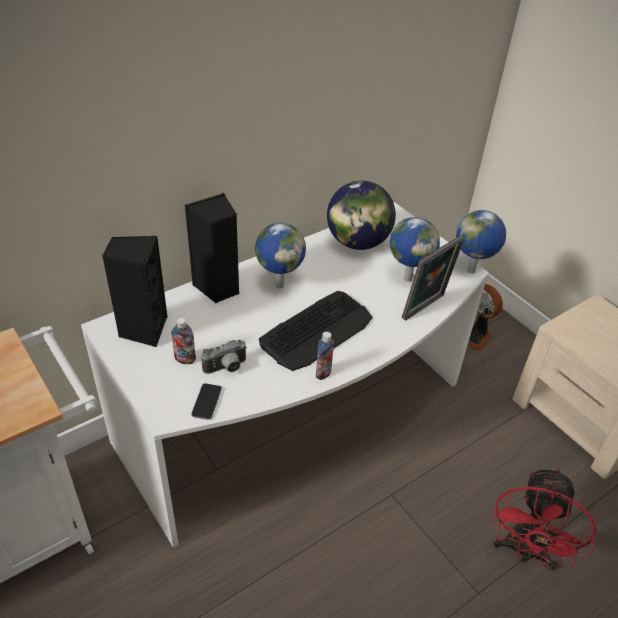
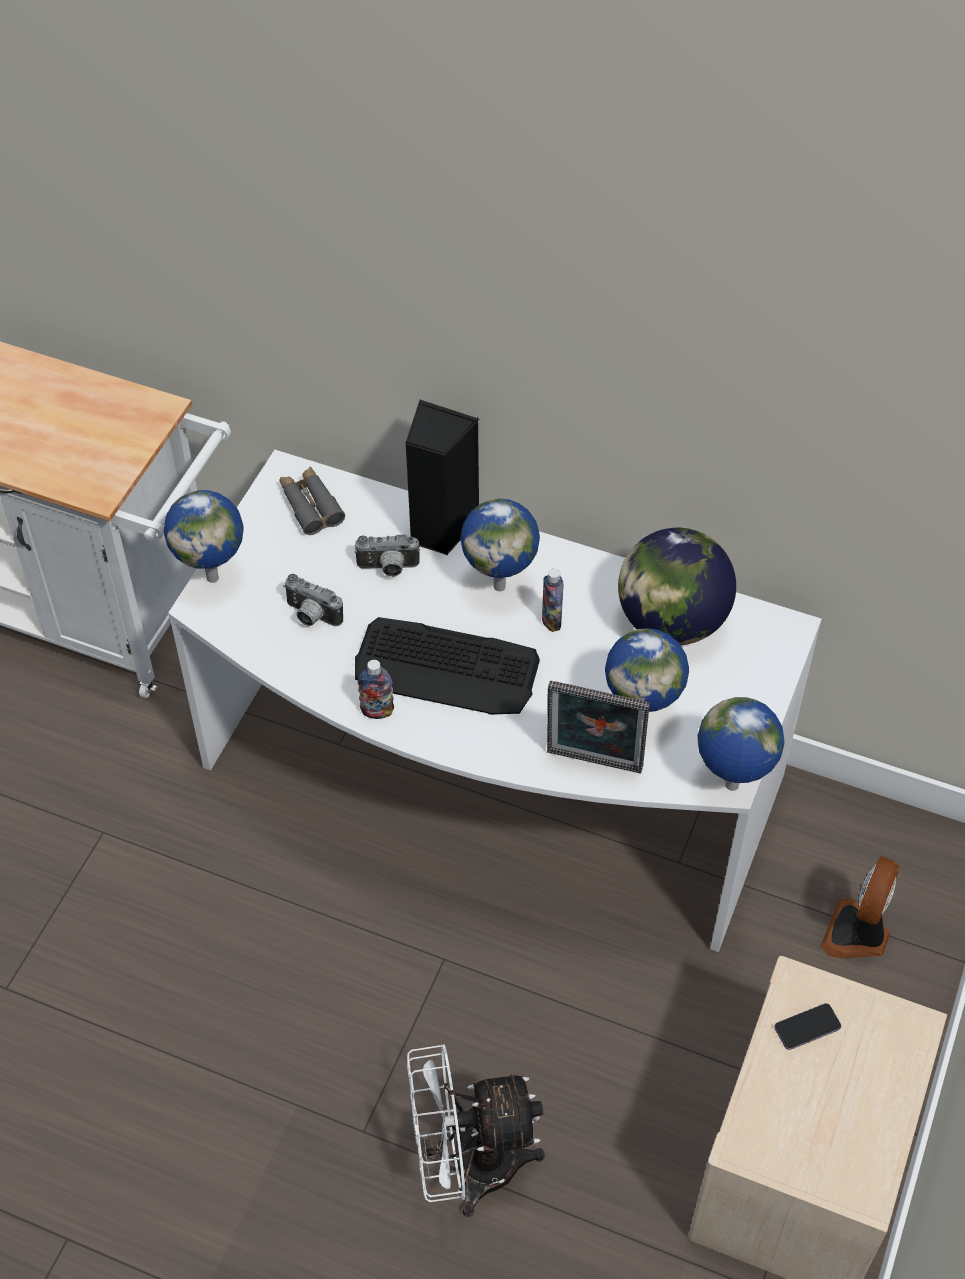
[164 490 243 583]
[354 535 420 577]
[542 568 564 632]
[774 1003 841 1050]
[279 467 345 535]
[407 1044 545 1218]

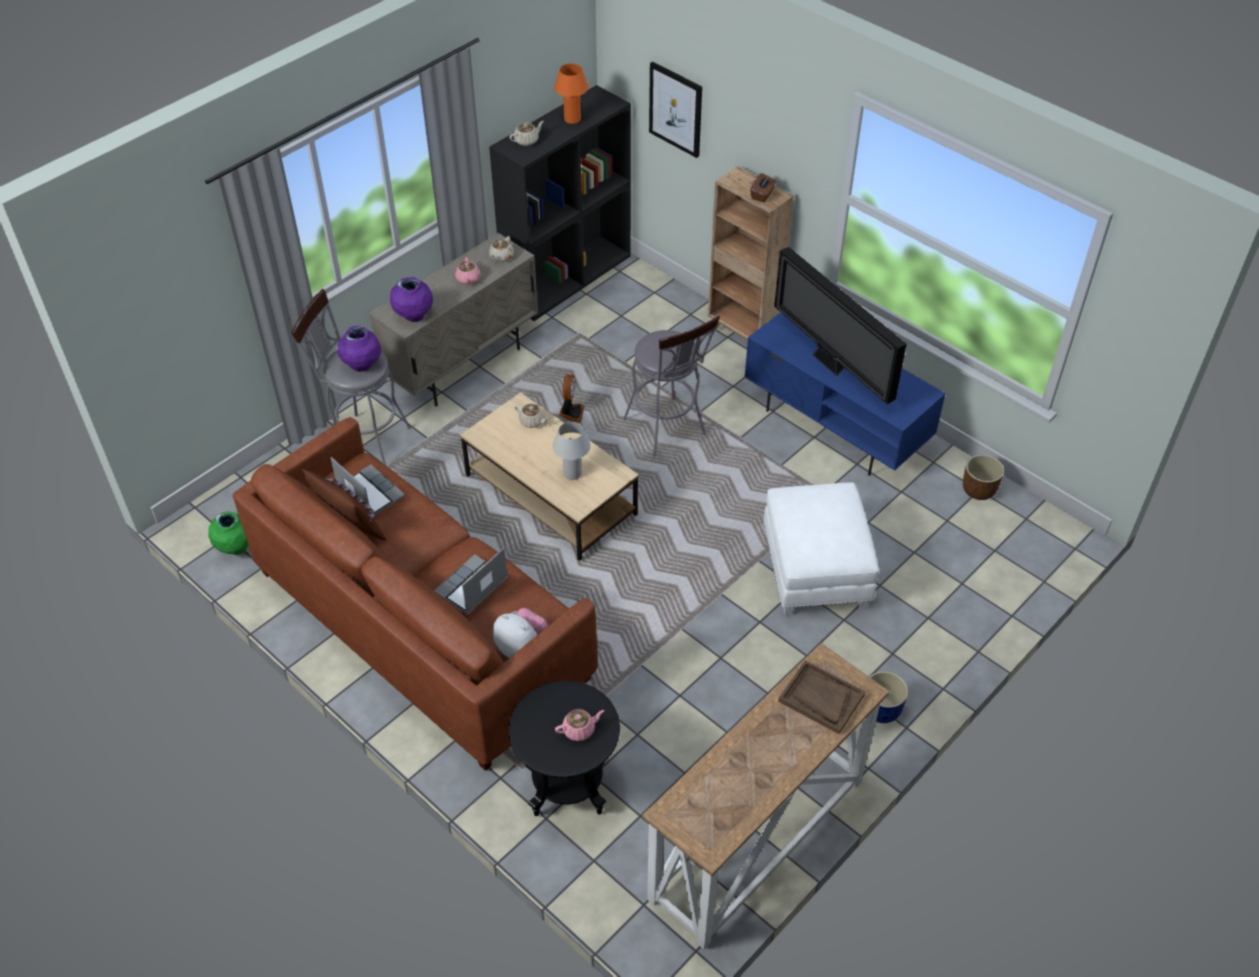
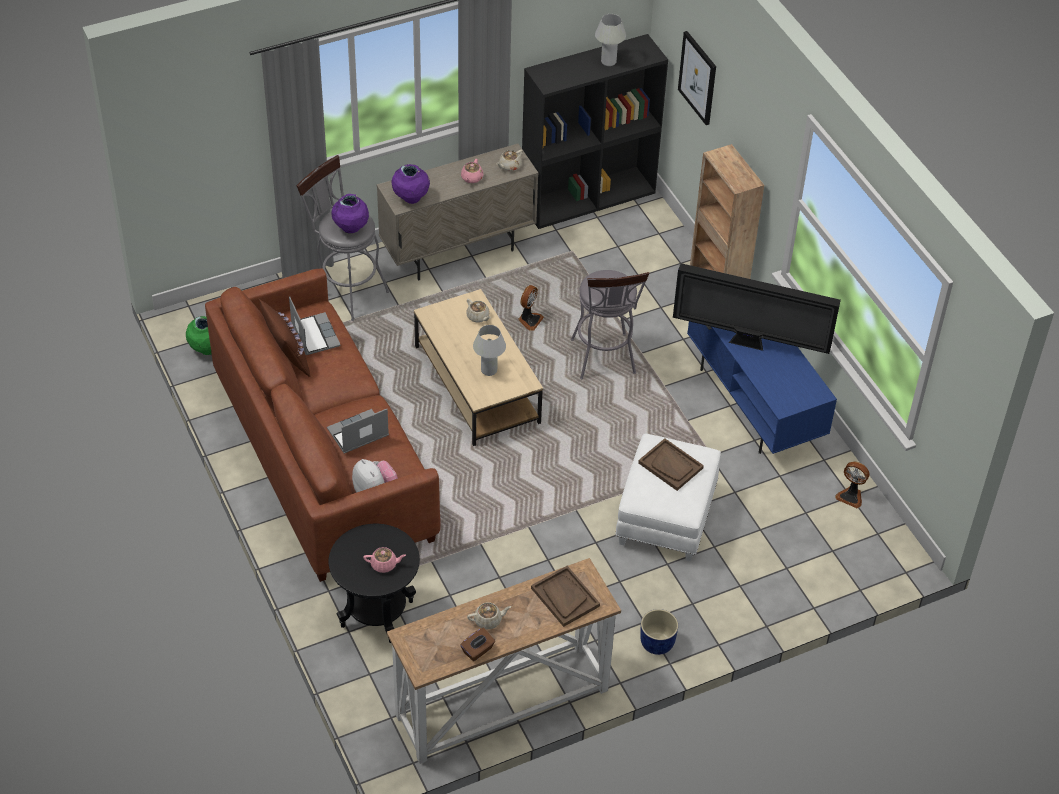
[638 438 704 491]
[467 603 511 629]
[460 628 495 661]
[835 461 869 508]
[595 14 626 66]
[673 263 841 354]

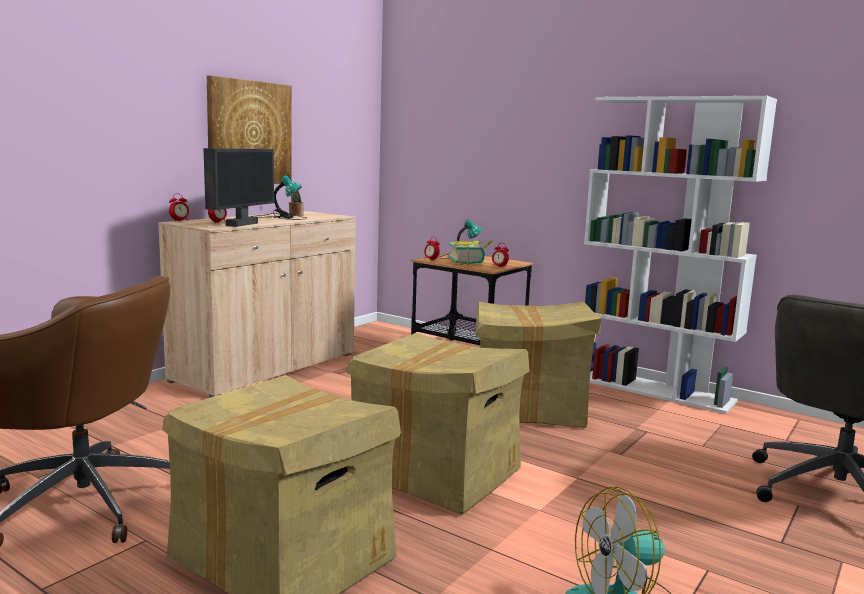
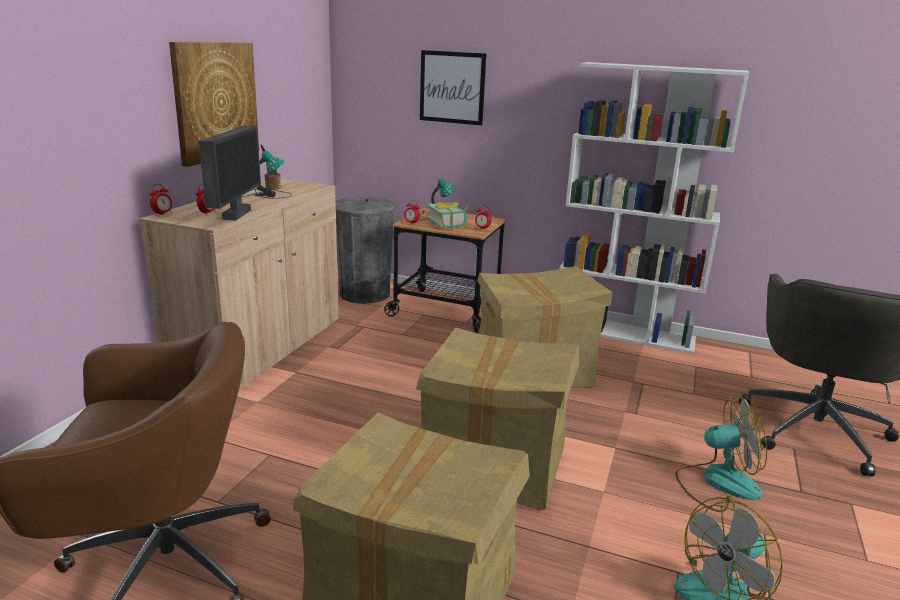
[334 196 395 304]
[420 50 486 126]
[675 395 767 512]

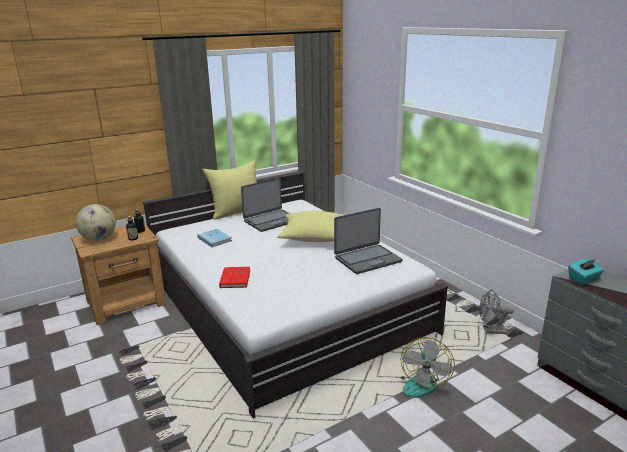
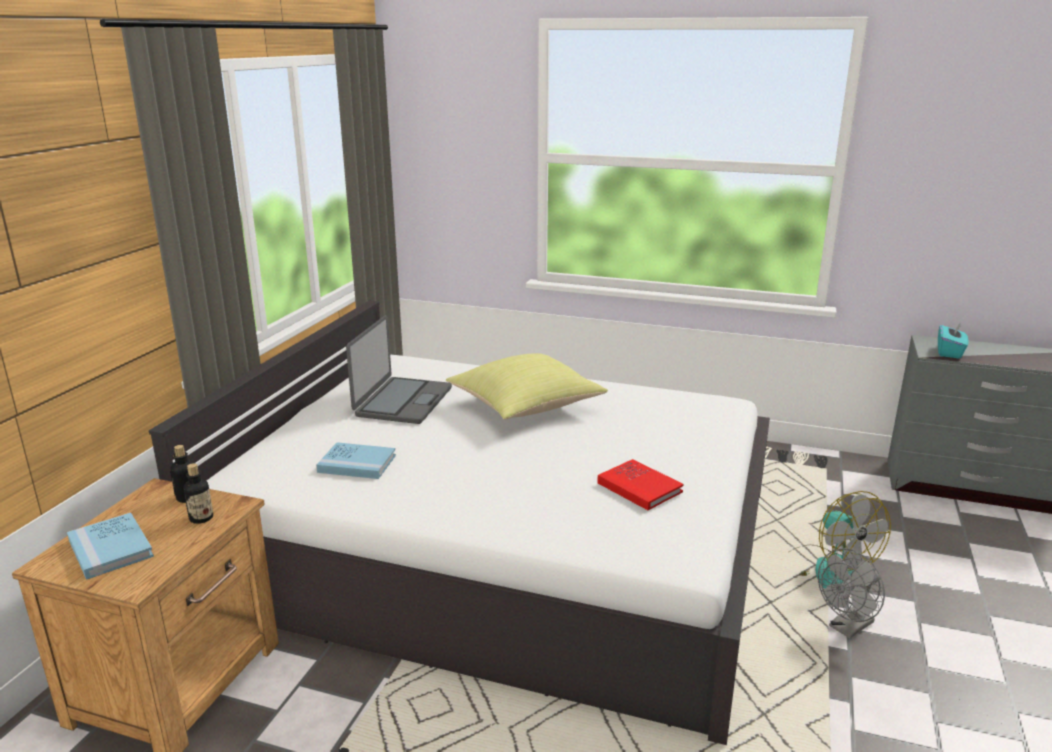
[202 160 257 220] (first image)
[334 208 402 274] (first image)
[597 459 683 510]
[818 548 885 638]
[67 513 154 580]

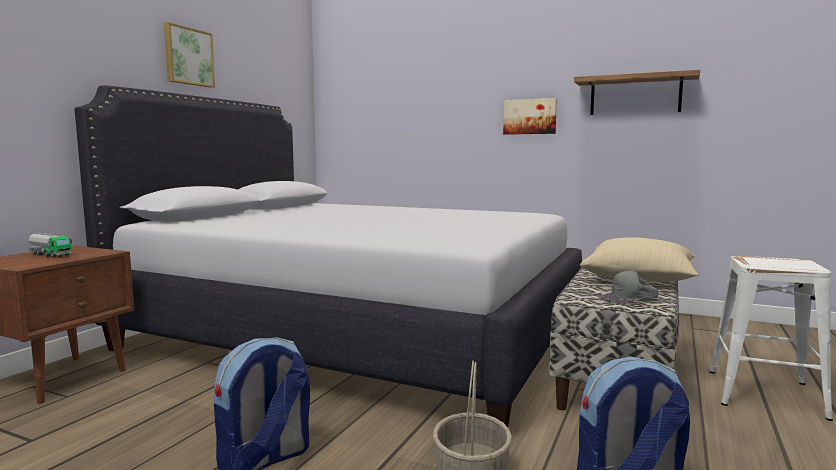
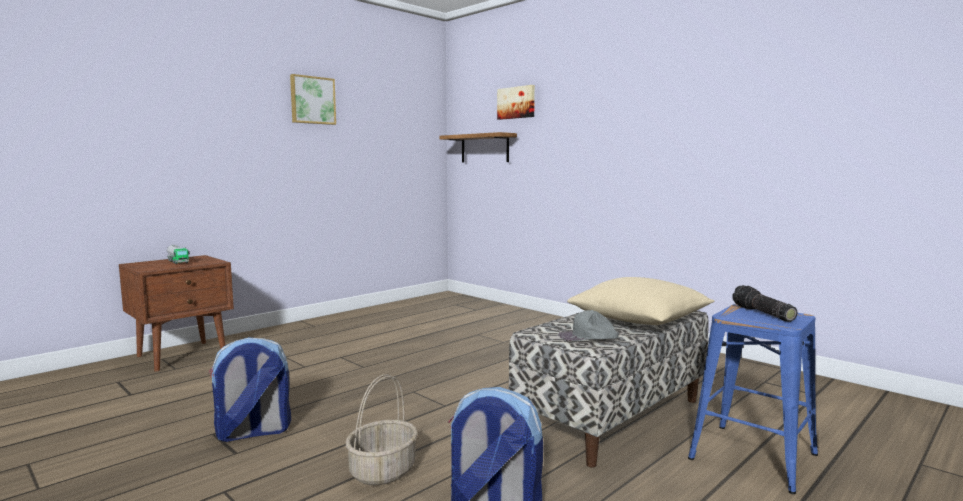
[74 85 582 427] (first image)
[732 285 797 322]
[497 85 535 120]
[439 132 517 163]
[688 304 818 494]

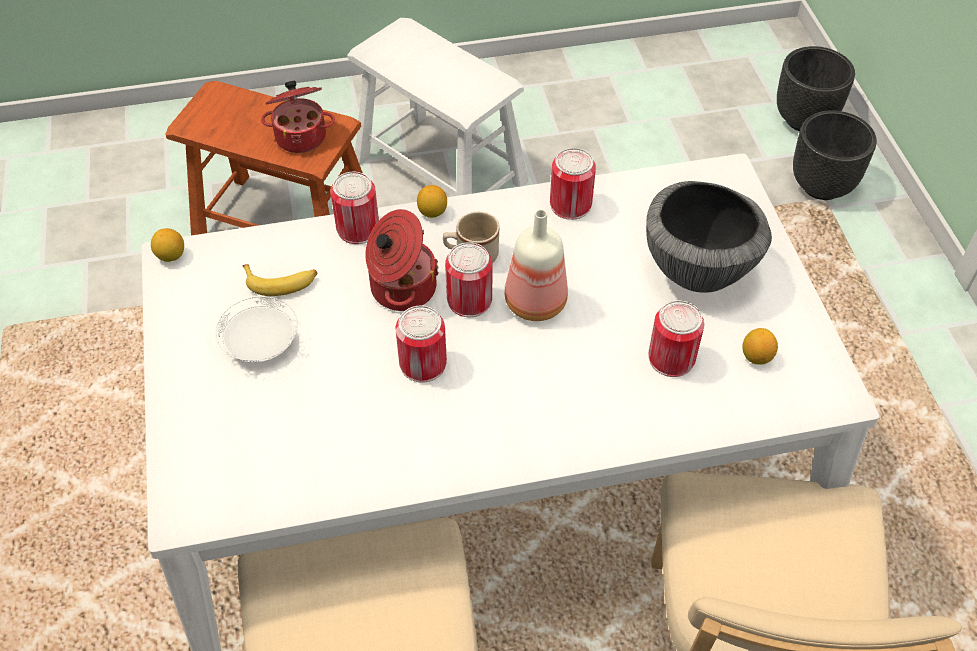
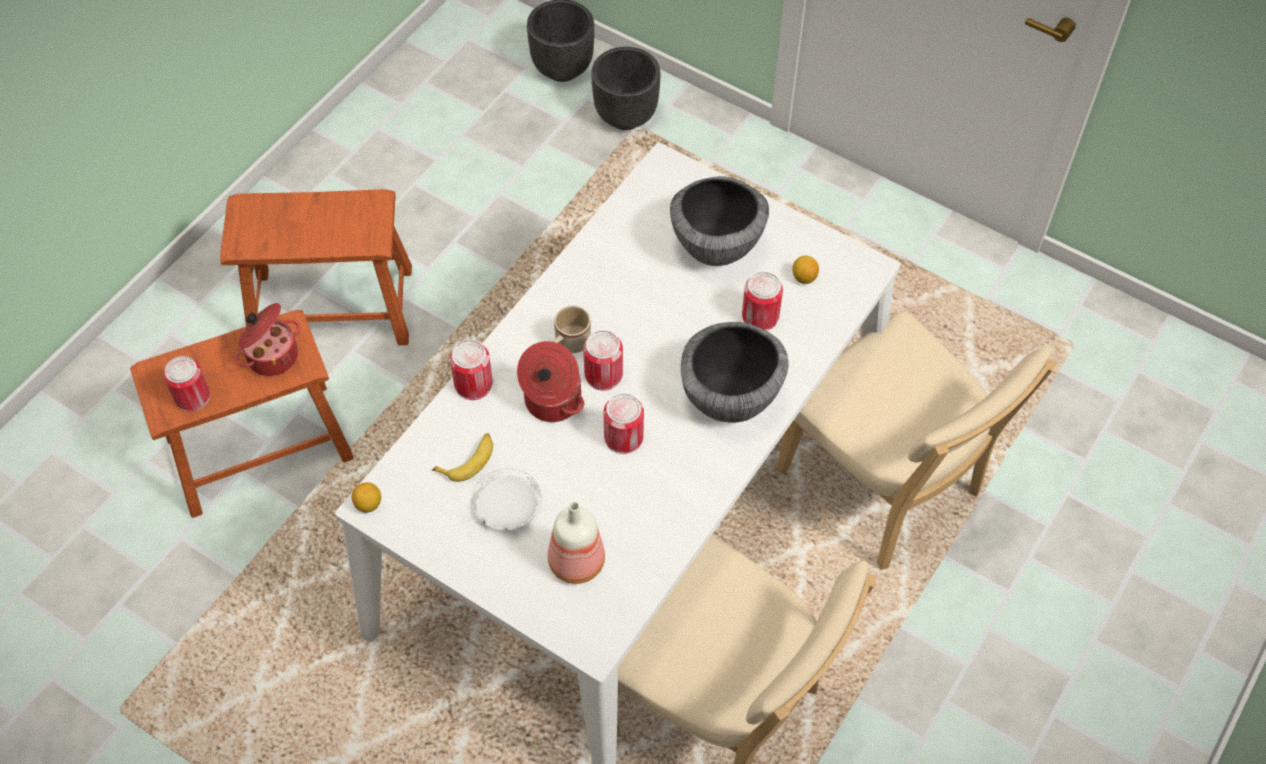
[417 185 447 218] (first image)
[681 322 789 423]
[548 501 605 584]
[163 356 210 412]
[220 189 412 345]

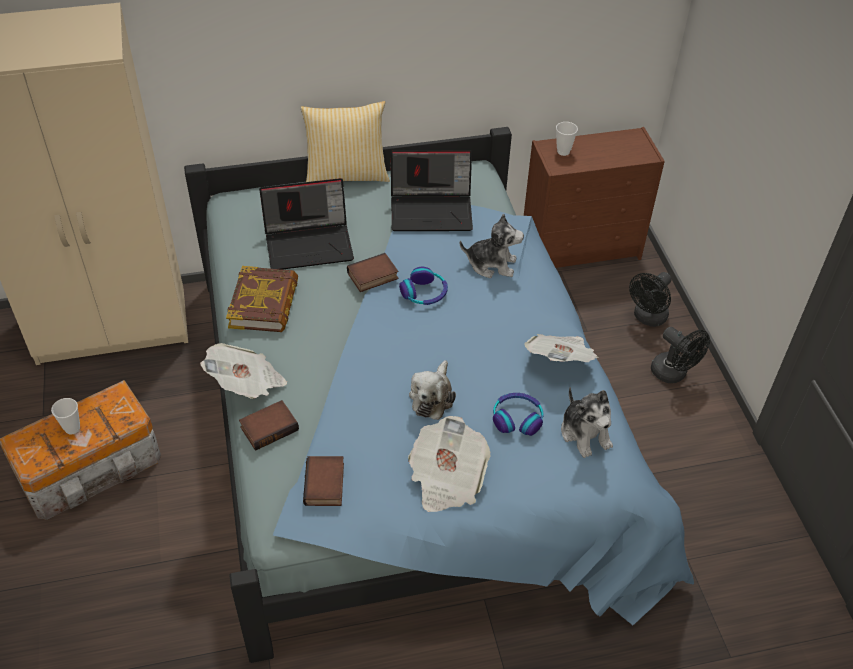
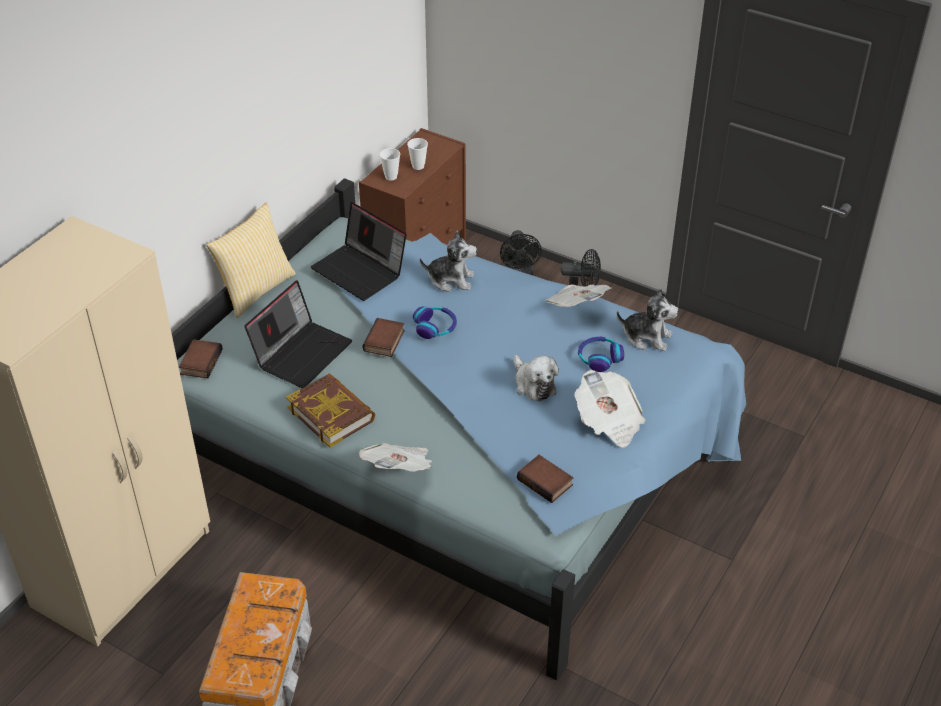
[407 138 428 170]
[179 339 223 378]
[311 202 407 301]
[420 230 477 292]

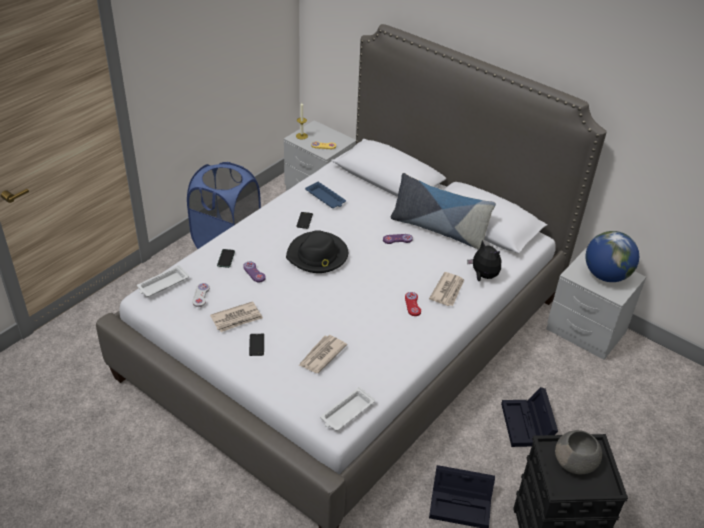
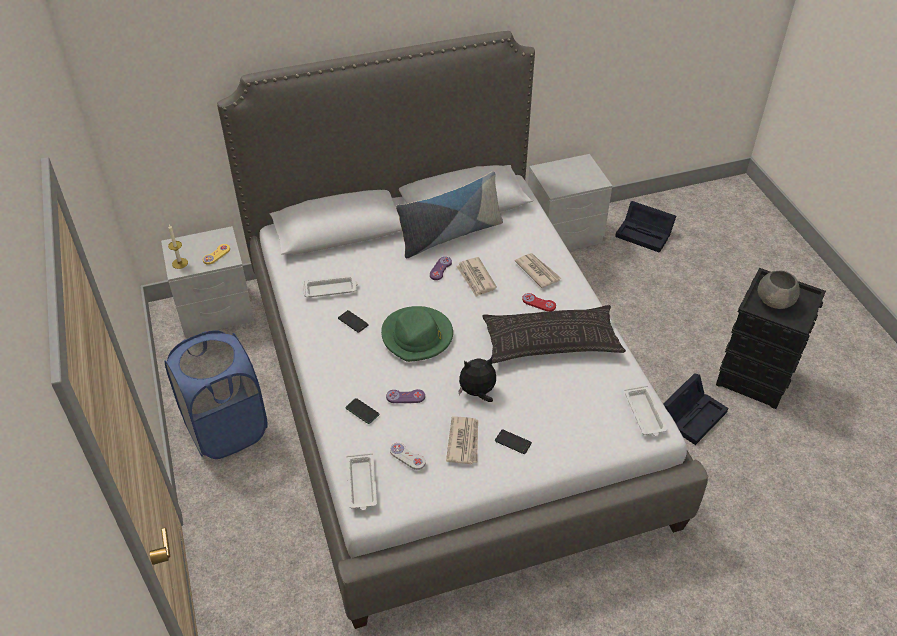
[586 231 639 282] (first image)
[483 305 626 363]
[456 257 497 297]
[458 357 496 402]
[615 201 676 253]
[381 306 453 362]
[303 275 358 297]

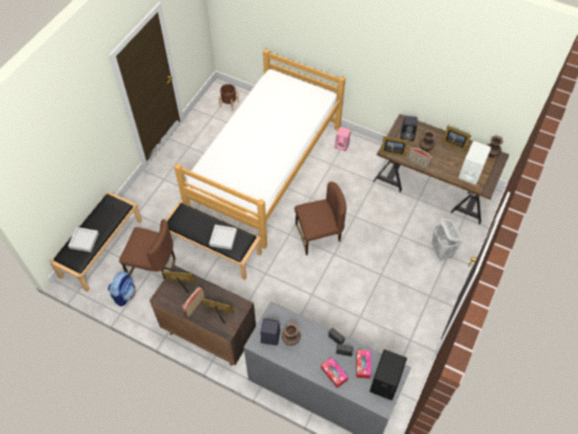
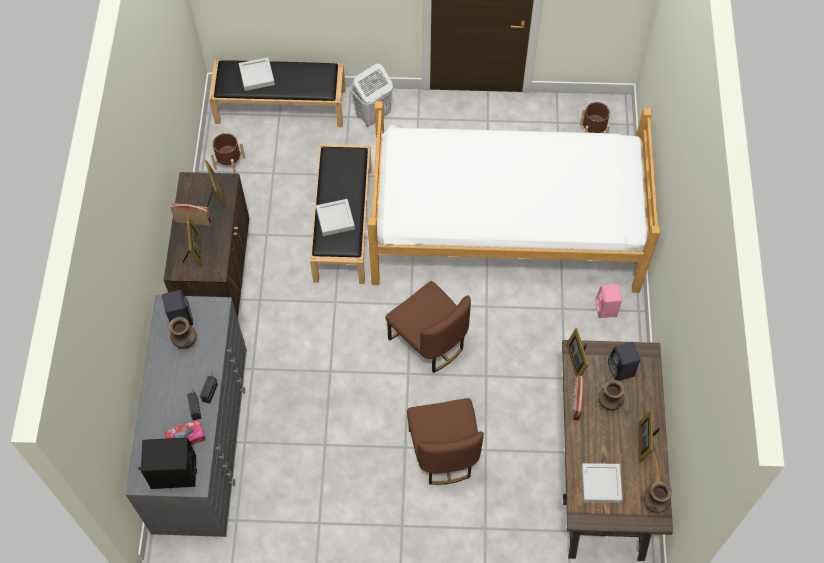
[321 357 348 388] (first image)
[407 398 484 485]
[350 64 393 127]
[210 133 245 174]
[581 463 623 503]

